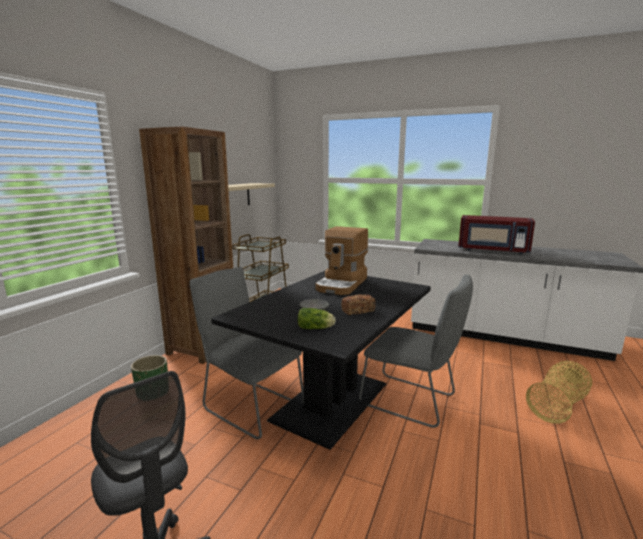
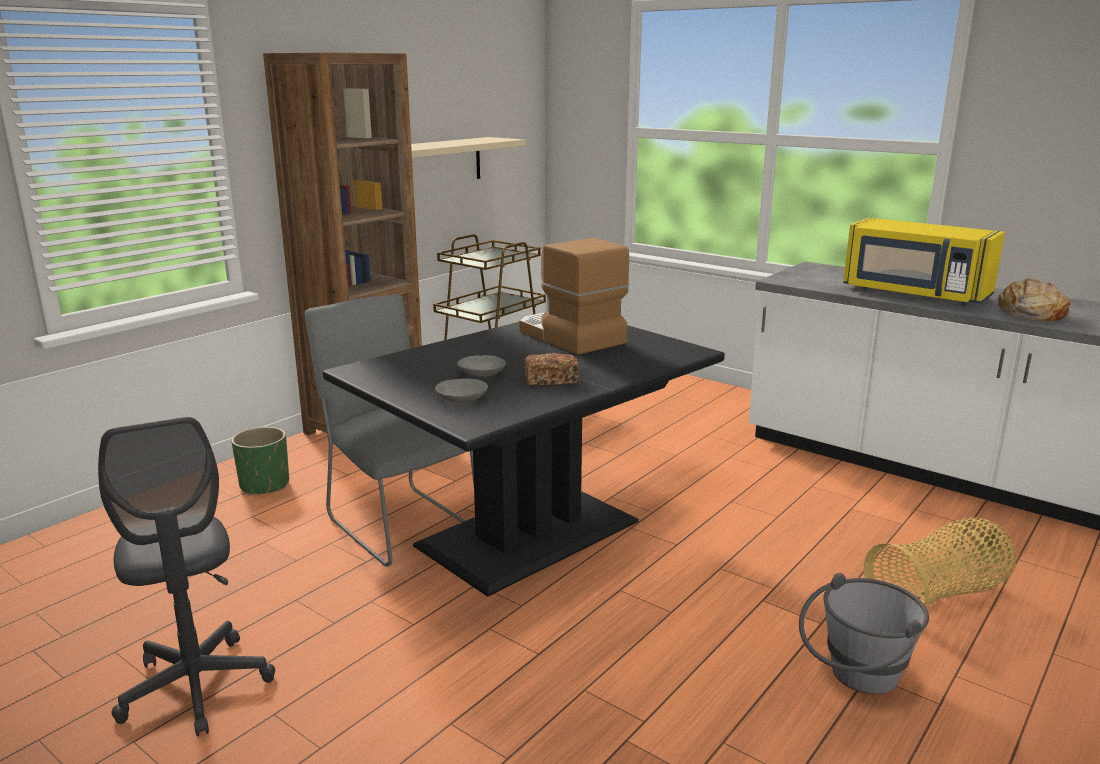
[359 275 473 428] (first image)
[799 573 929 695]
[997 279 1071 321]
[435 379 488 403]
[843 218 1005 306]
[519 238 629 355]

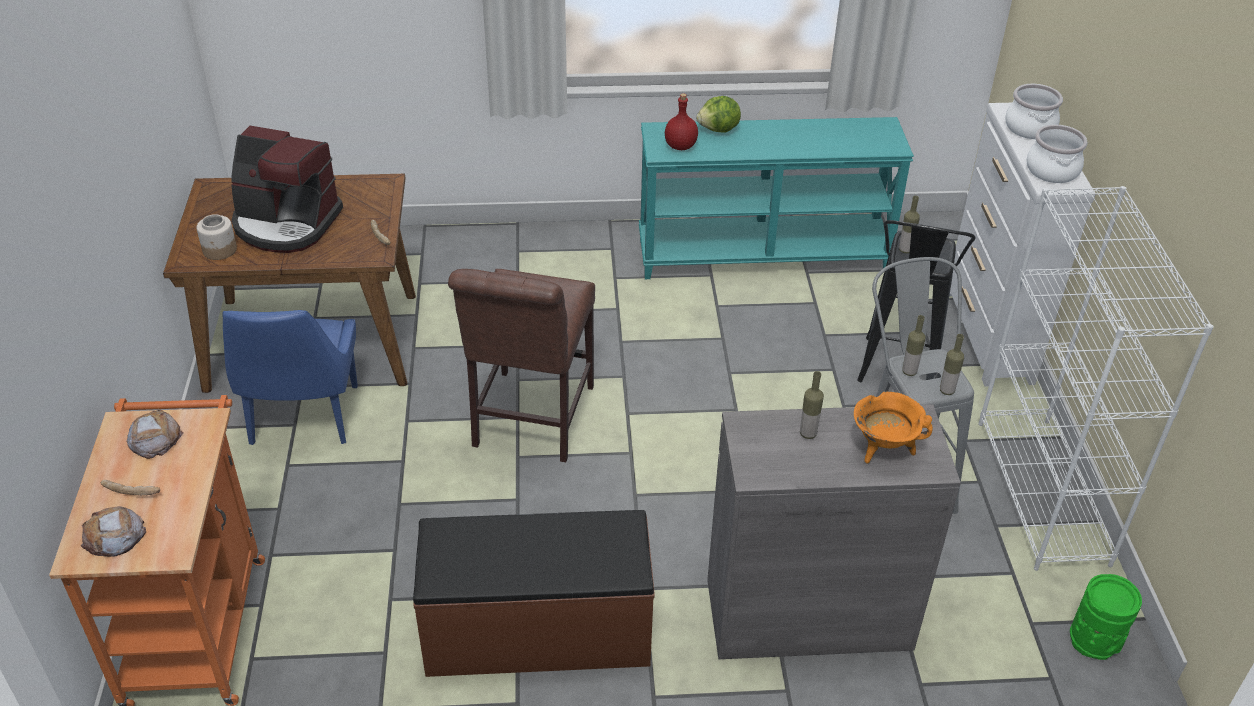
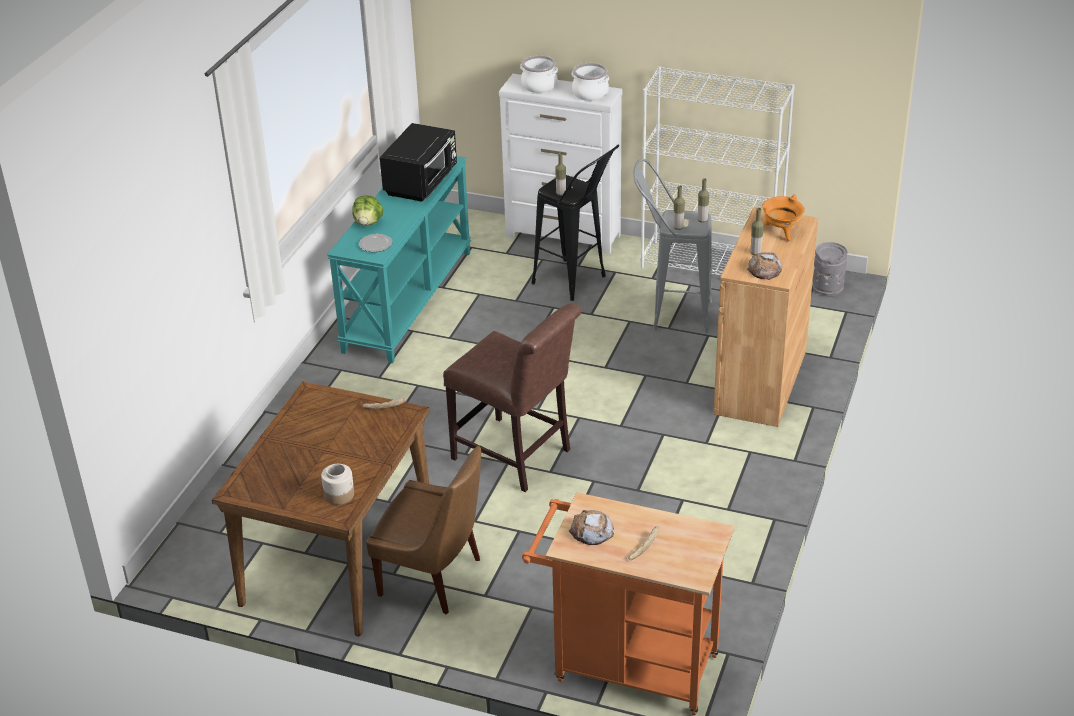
[231 126 343 253] (first image)
[413 510 655 677] (first image)
[380 123 457 202]
[747 252 782 280]
[359 234 392 252]
[366 446 481 614]
[713 207 818 427]
[812 242 847 297]

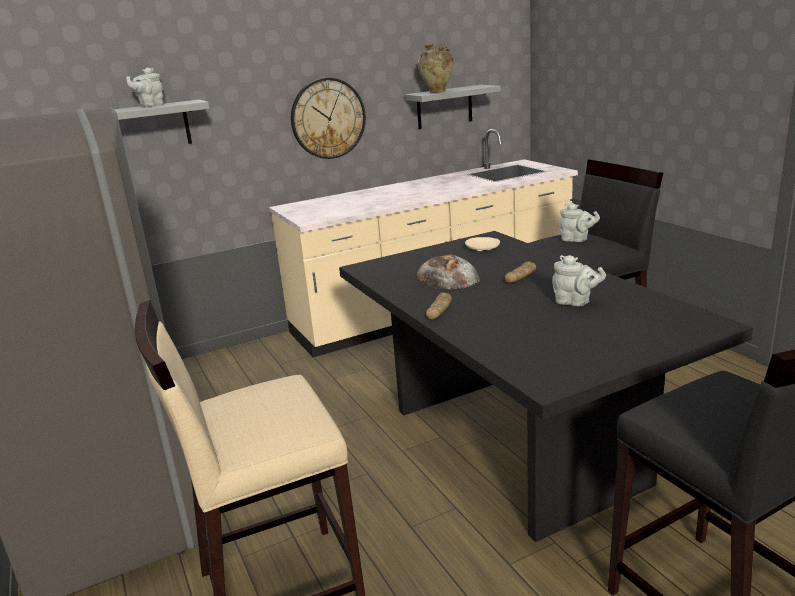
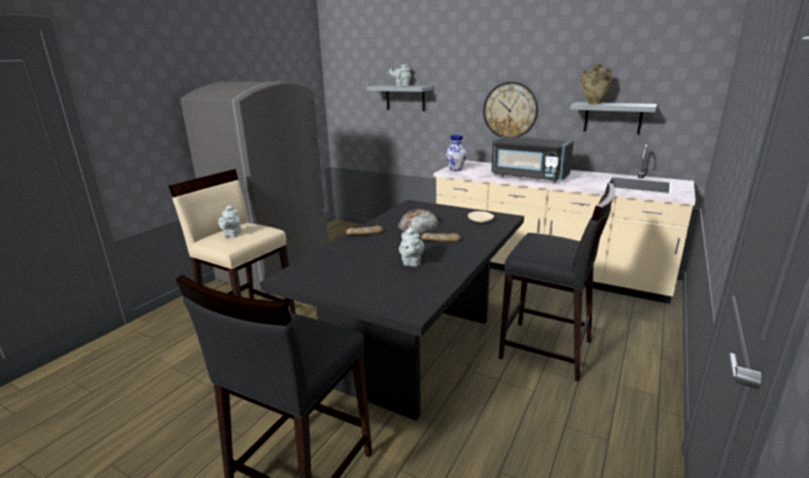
[446 135 467 171]
[491 136 574 182]
[218 205 241 237]

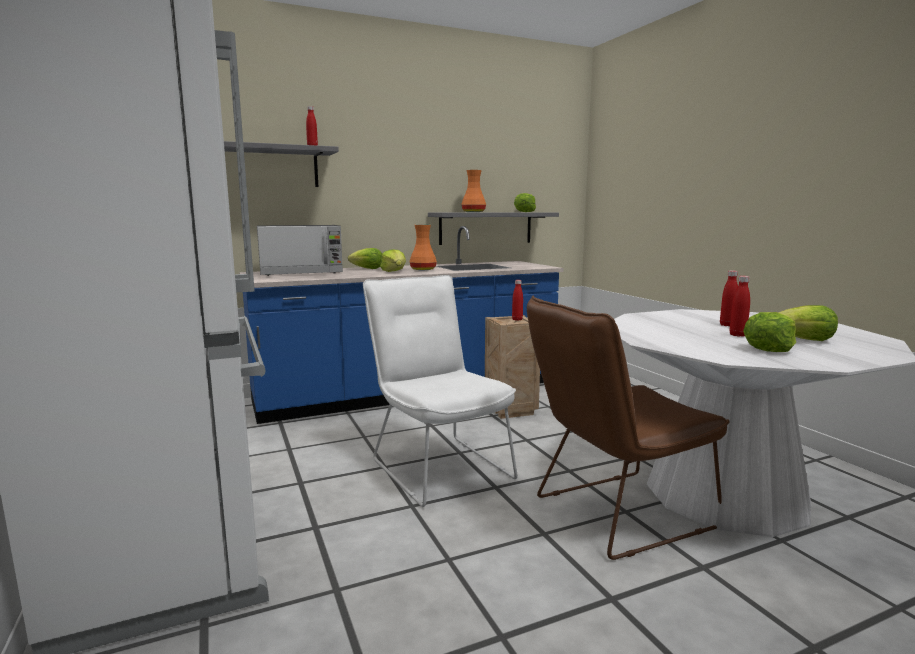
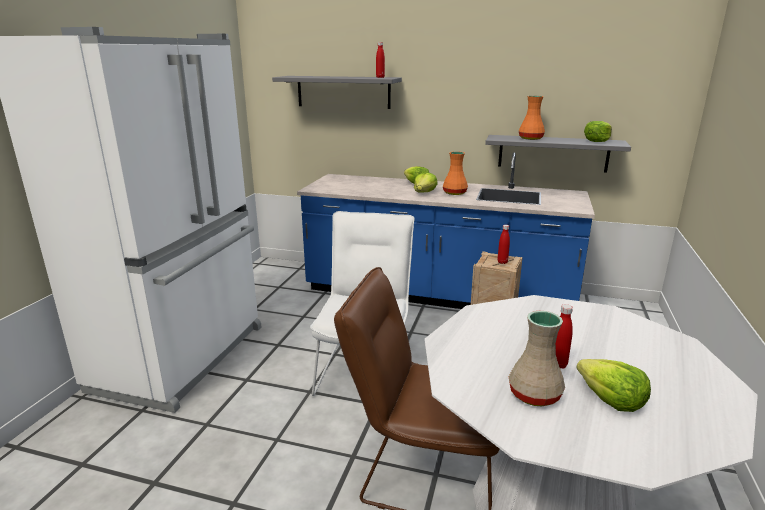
[257 225 343 276] (first image)
[720 270 738 327] (first image)
[509 311 565 406]

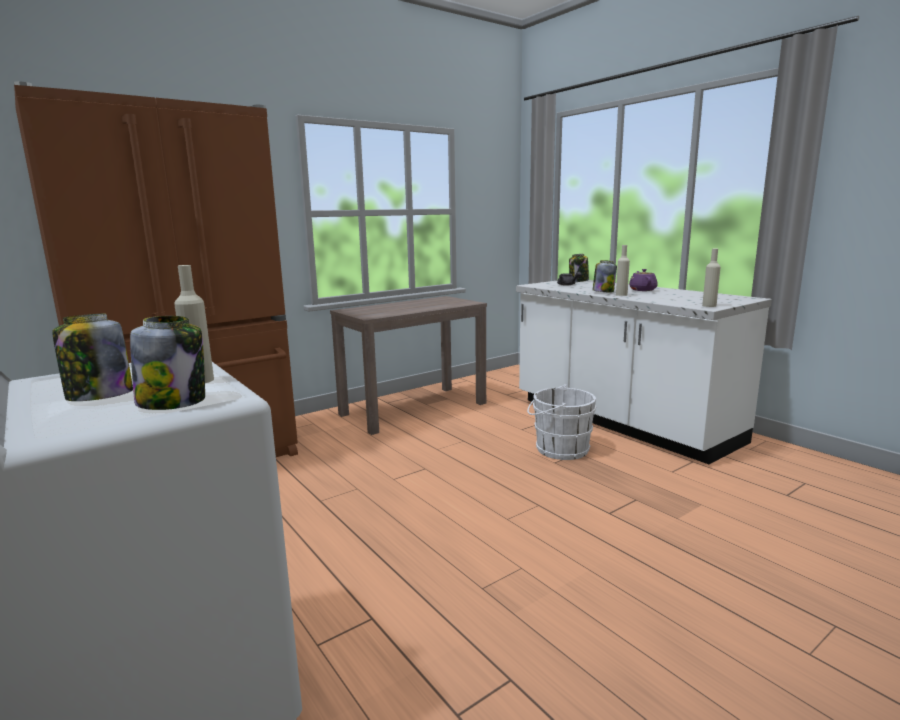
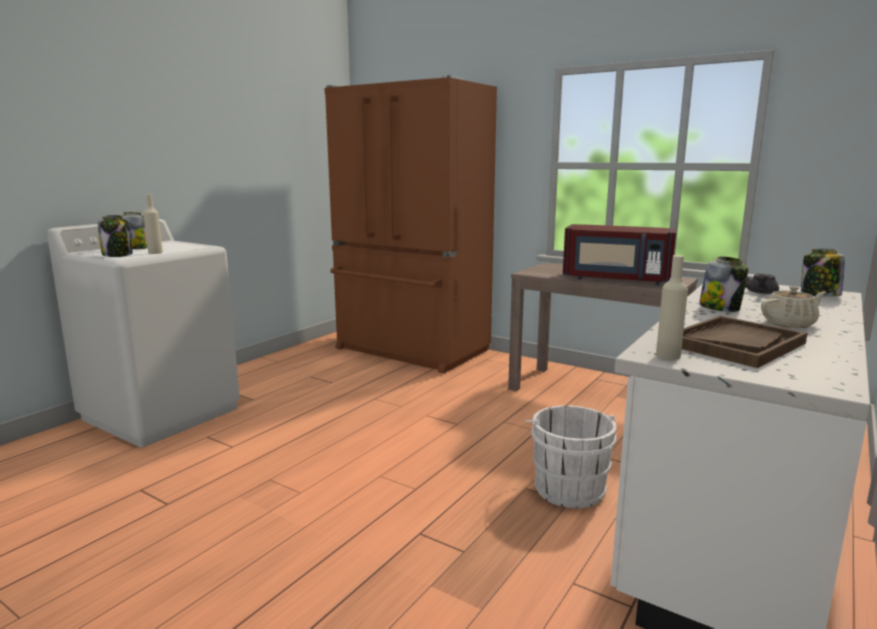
[616 245 630 296] (first image)
[563 224 676 285]
[682 316 807 368]
[761 286 826 328]

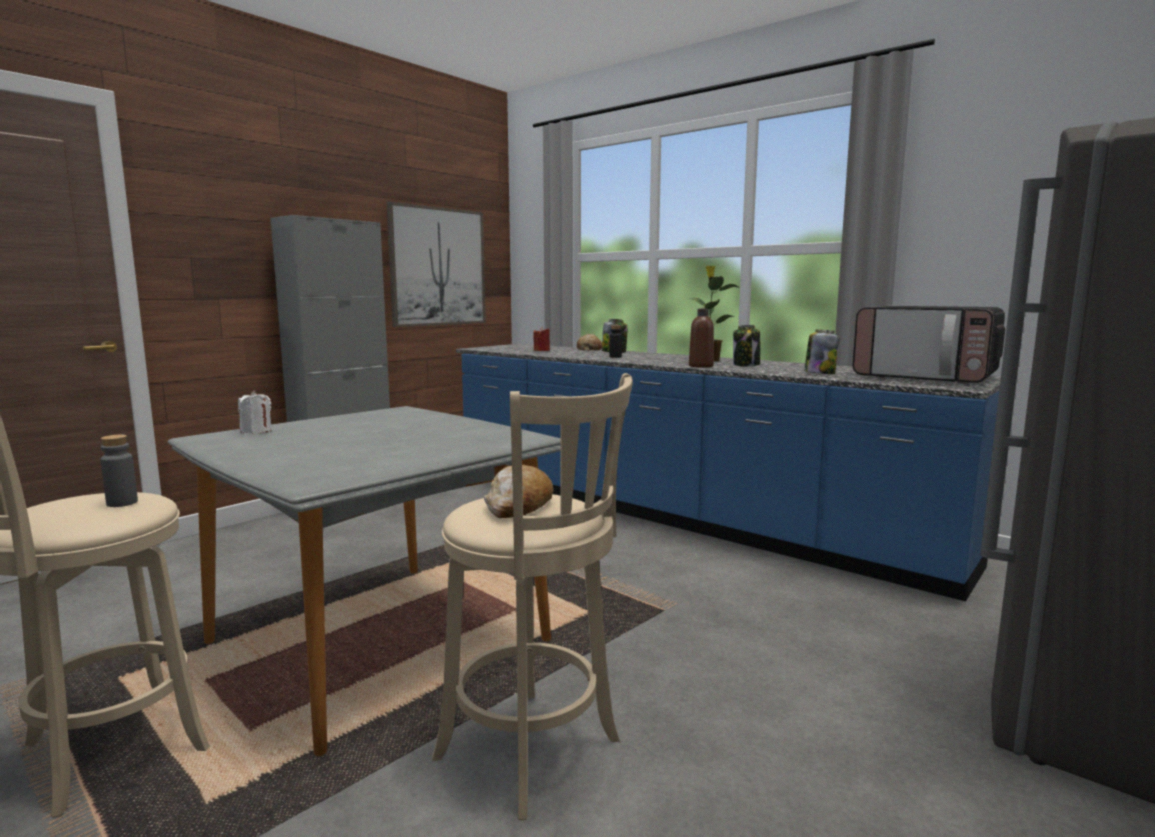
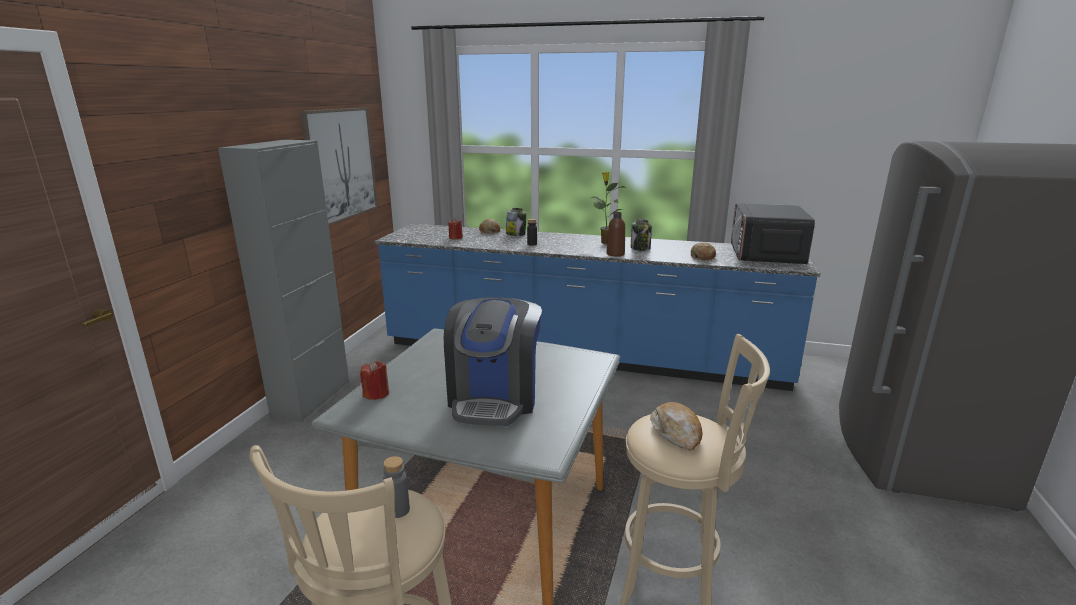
[444 297 542 426]
[691 242 716 261]
[360 361 389 400]
[731 203 815 264]

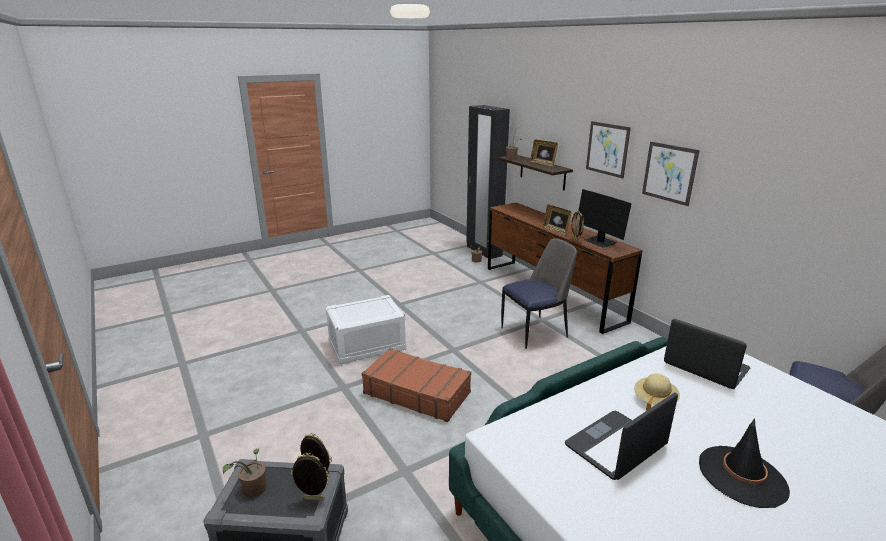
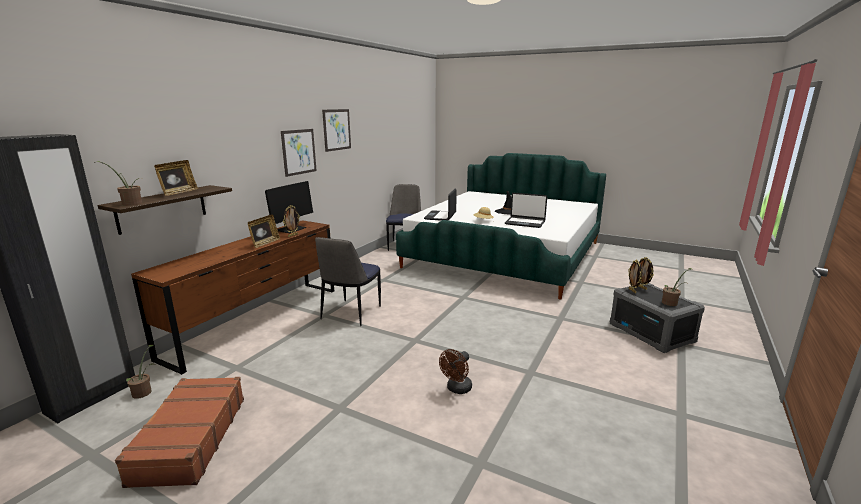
[115 377 244 488]
[322 109 351 152]
[439 349 472 394]
[315 237 381 326]

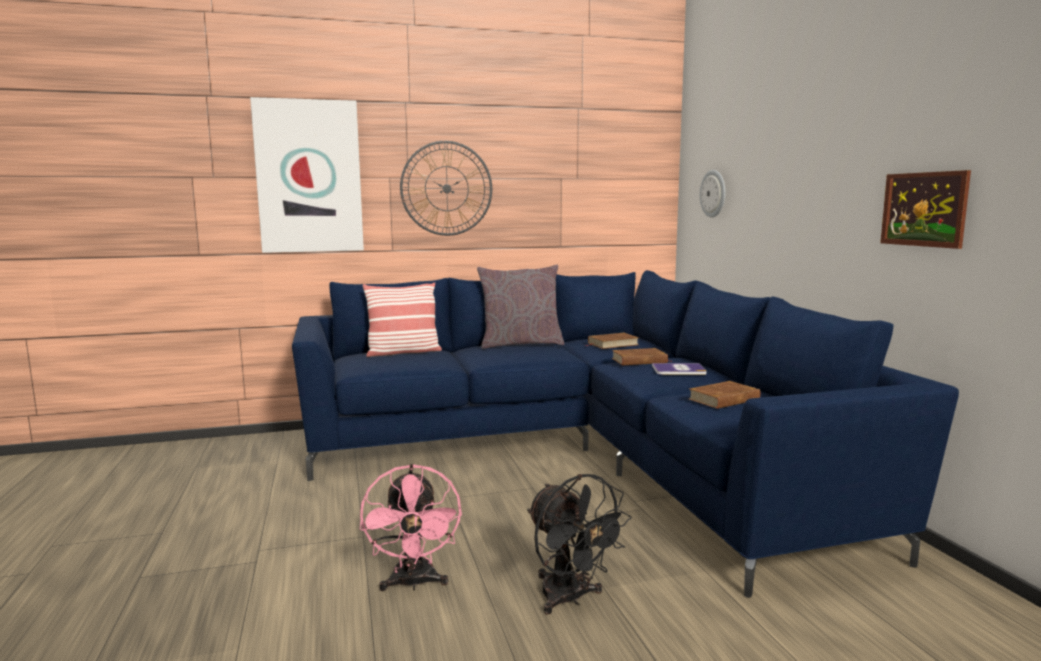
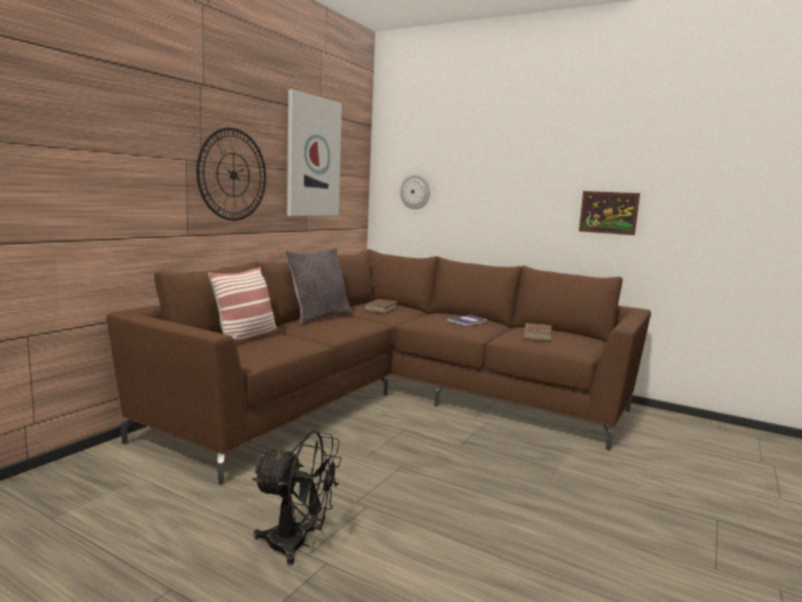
[360 464 462 591] (first image)
[612 348 668 365] (first image)
[287 89 342 216]
[252 430 342 565]
[106 249 651 485]

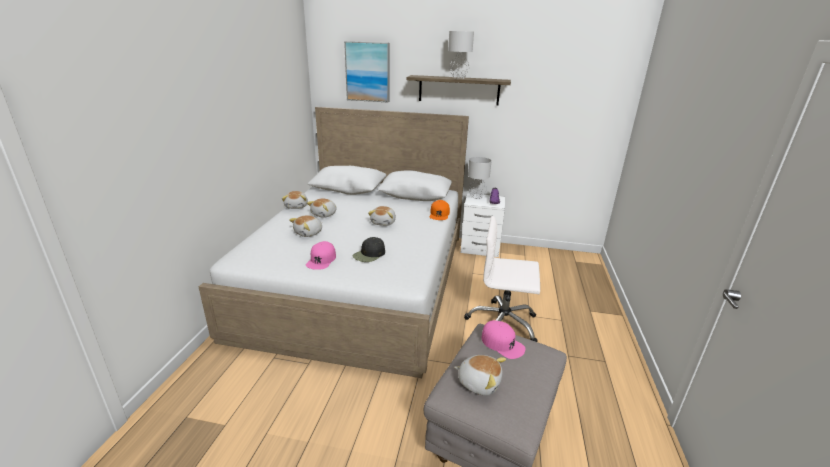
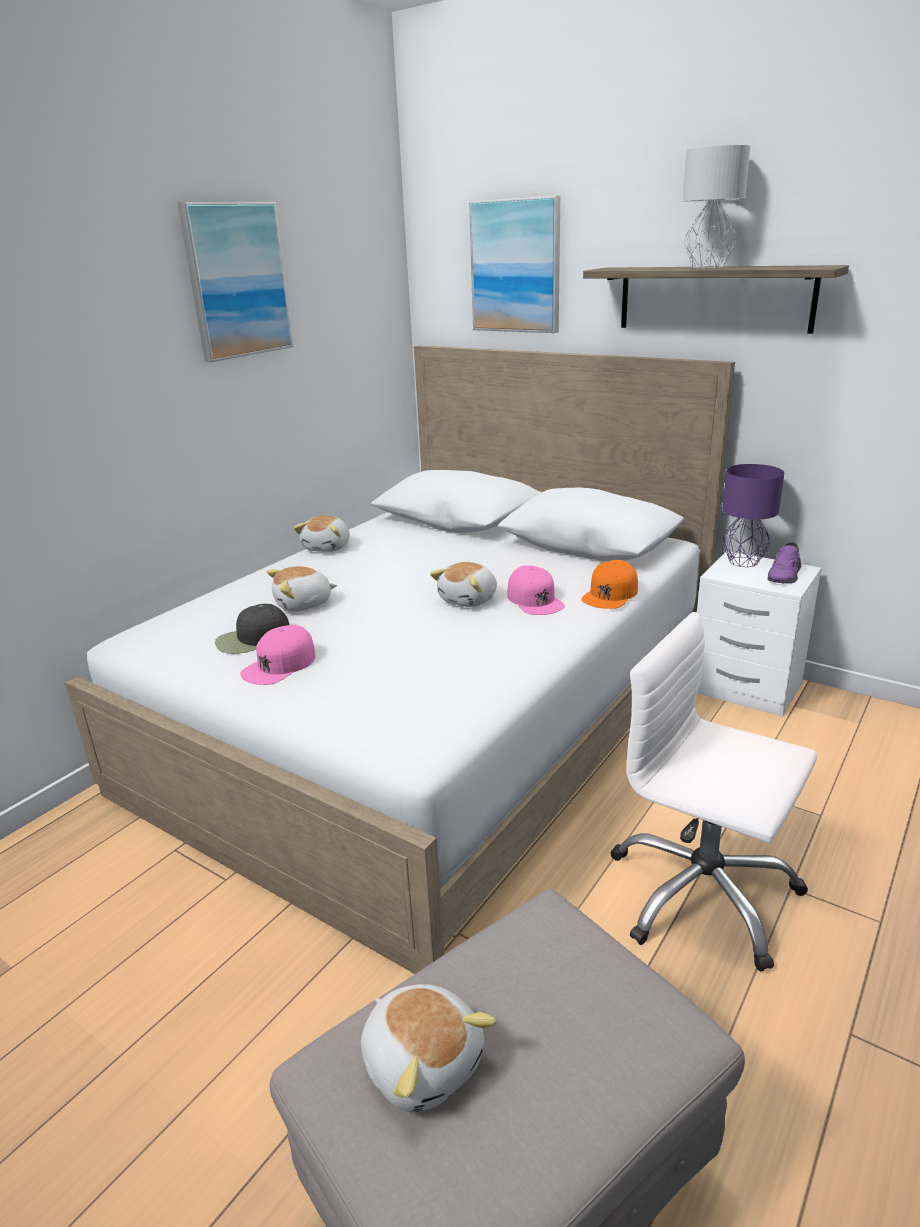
[307 198 337 218] (first image)
[178 202 293 362]
[215 604 289 654]
[507 565 565 615]
[722 464 784 567]

